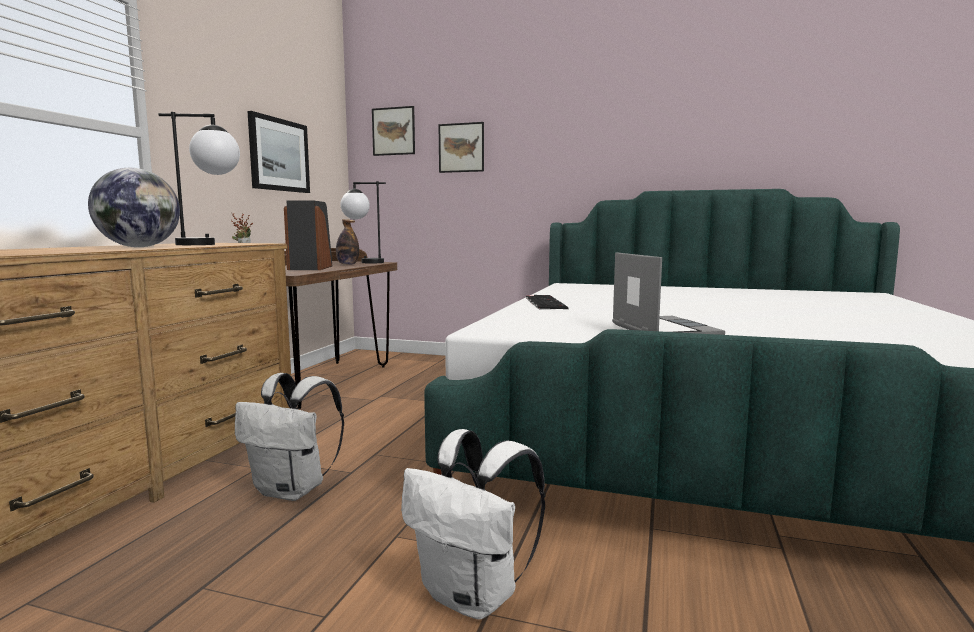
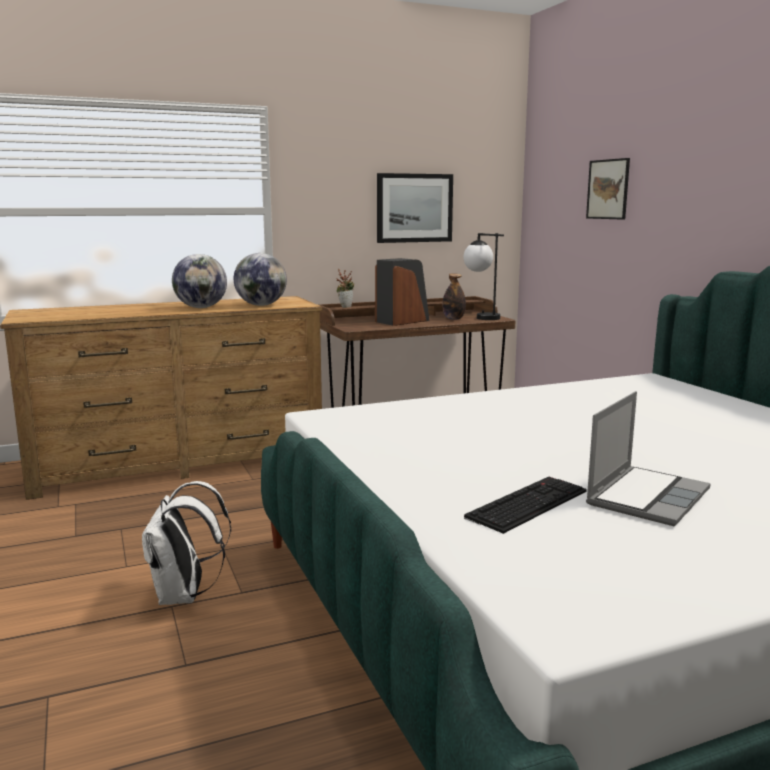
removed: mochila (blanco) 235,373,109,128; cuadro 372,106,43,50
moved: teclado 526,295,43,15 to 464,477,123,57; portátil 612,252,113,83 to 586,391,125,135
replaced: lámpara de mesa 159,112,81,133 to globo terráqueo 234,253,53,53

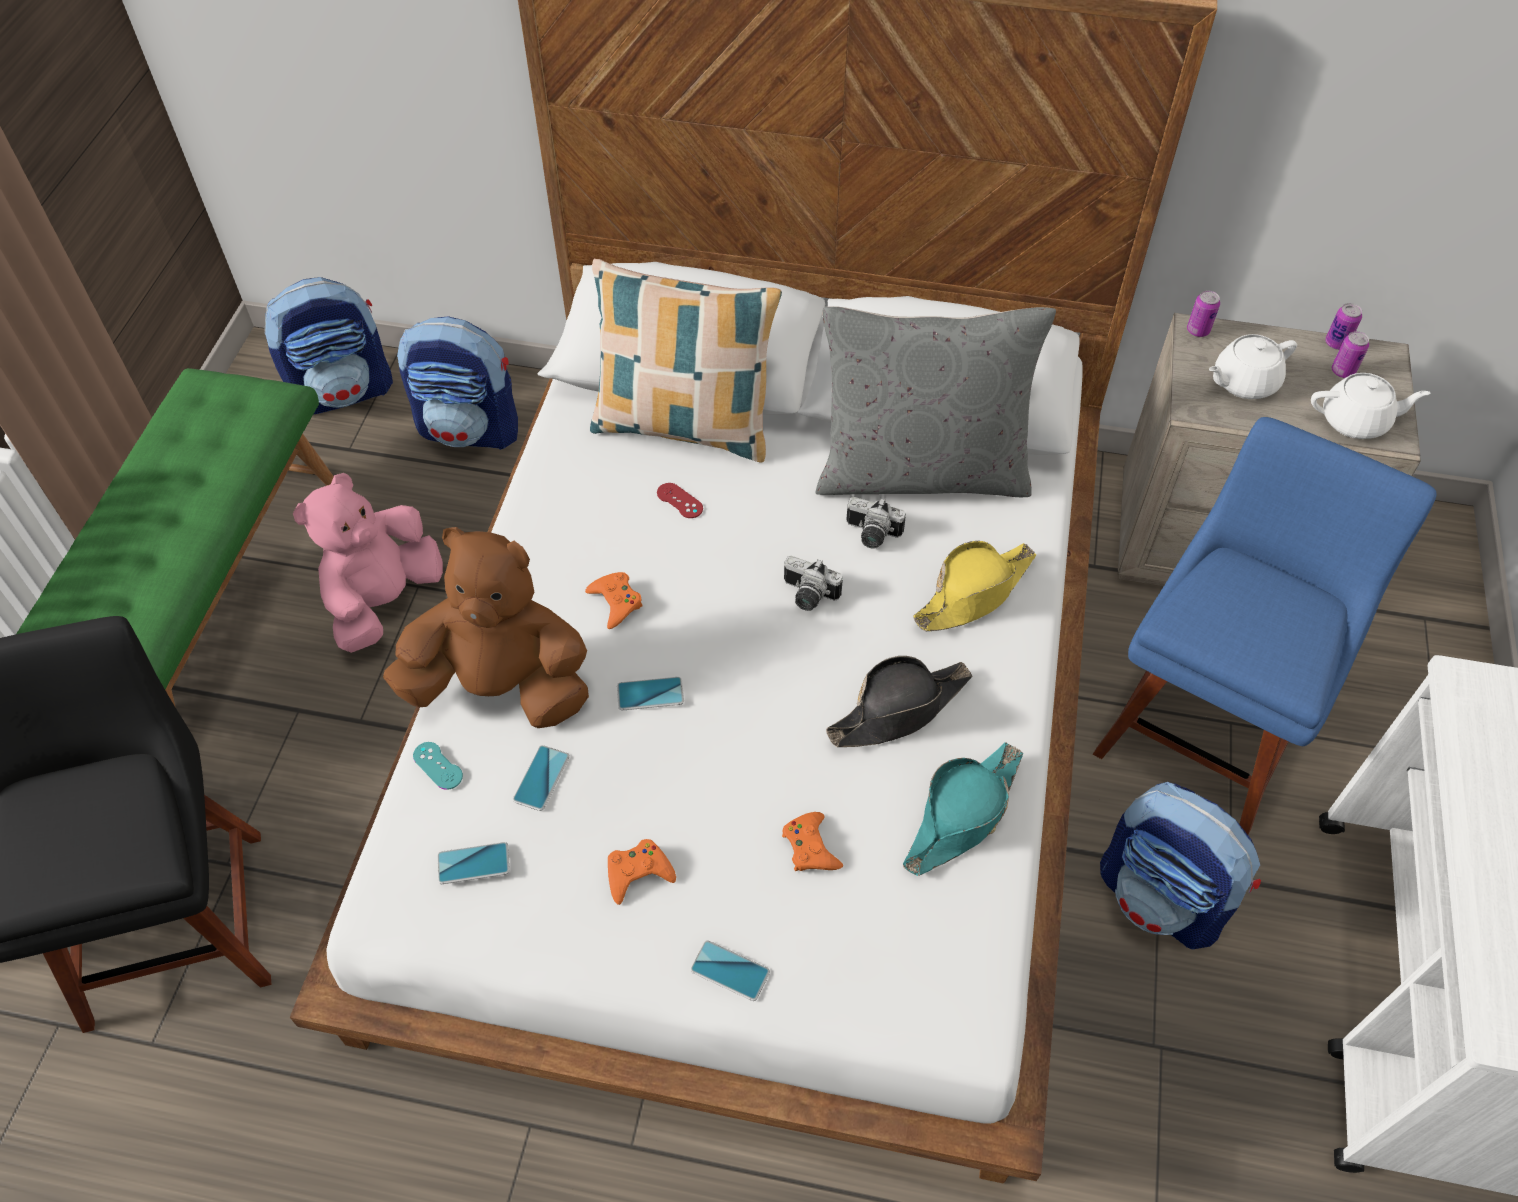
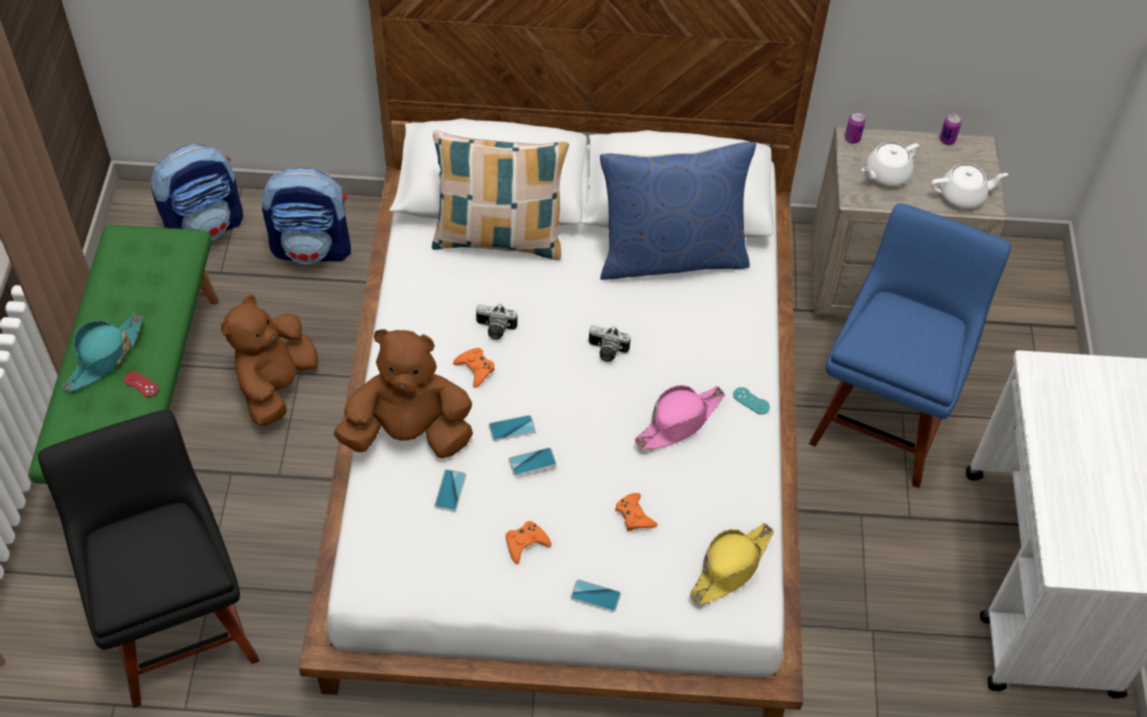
removed: mochila 1100,782,161,167; lata 1332,331,37,47
moved: mando de consola (turquesa) 413,742,50,48 to 733,387,37,27; móvil 437,842,73,42 to 508,448,49,28; mando de consola (rojo) 657,483,46,35 to 124,371,35,26; cámara 846,497,60,52 to 476,304,42,36; sombrero (turquesa) 903,742,120,134 to 62,312,81,80; sombrero (amarillo) 913,541,123,90 to 690,523,84,82
recoloured: peluche (rosa) 293,473,150,180 to peluche (marrón) 221,295,97,131; cojín (gris) 815,306,241,191 to cojín (azul) 600,142,156,138; sombrero (negro) 826,656,146,91 to sombrero (rosa) 635,385,90,65

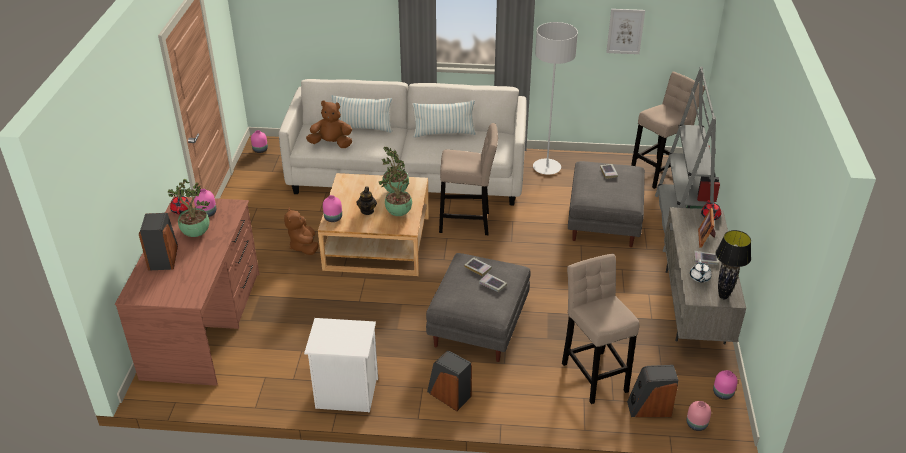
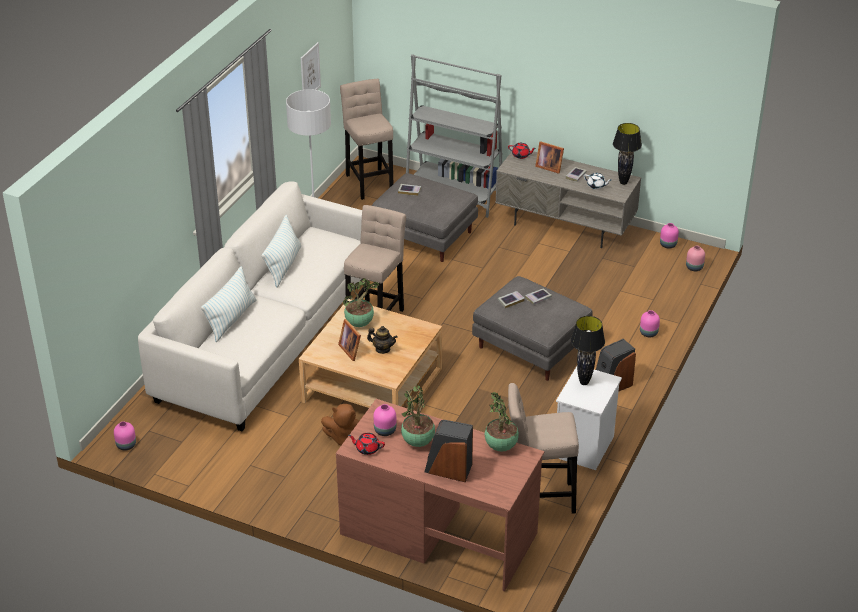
removed: peluche (marrón) 306,101,46,47; altavoz 627,365,51,52
added: portarretratos 338,319,23,42; lámpara de mesa (negro) 570,316,35,69
moved: florero (rosa) 323,195,19,27 to 640,310,20,27; planta en maceta 379,164,33,52 to 485,392,34,60; taburete (beis) 562,254,77,150 to 508,383,71,131

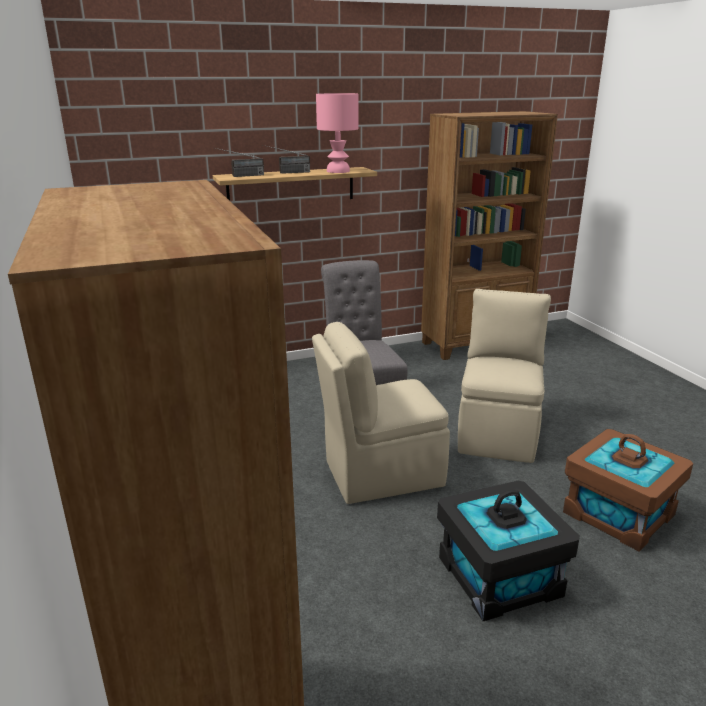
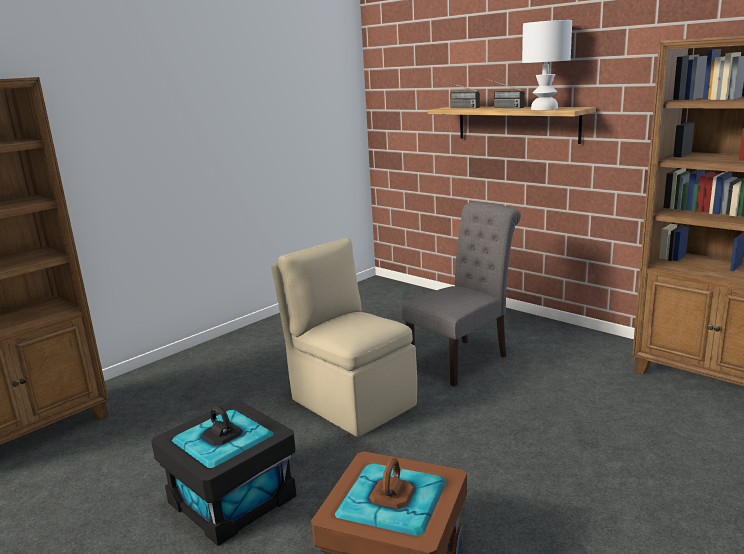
removed: silla (beis) 458,289,93,174
recoloured: lámpara de mesa (rosa) 316,93,42,80 to lámpara de mesa (blanco) 522,20,50,90

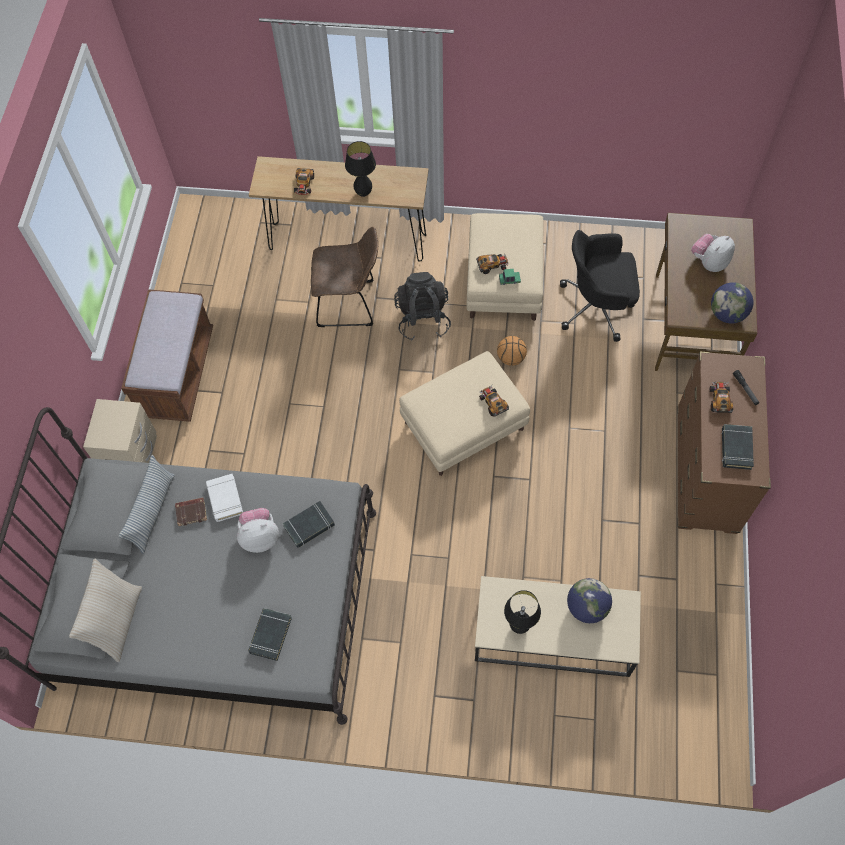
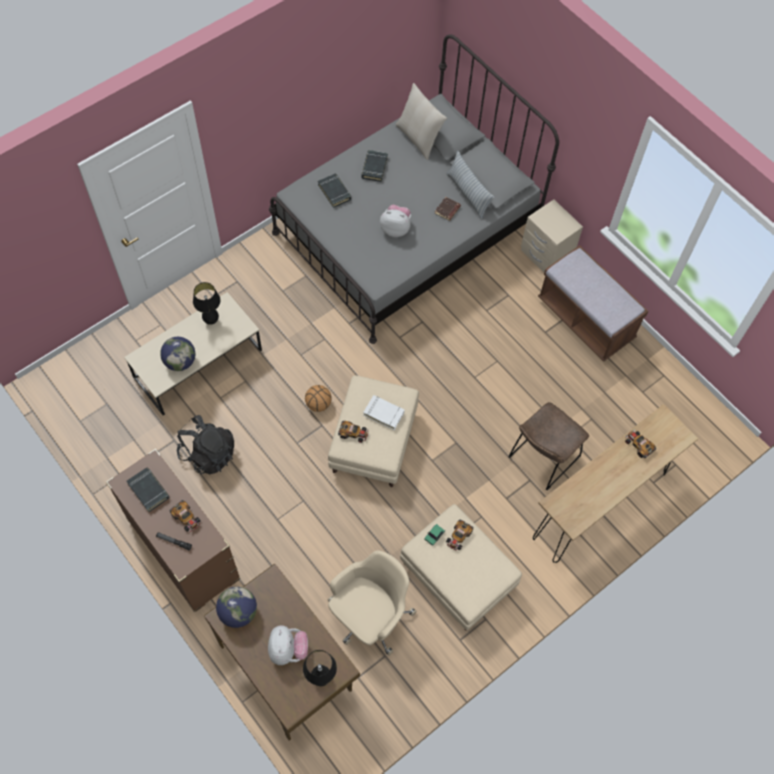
moved: libro (blanco) 206,474,37,48 to 363,395,41,35; libro (negro) 283,501,52,47 to 361,150,27,32; lámpara de mesa (negro) 345,141,31,56 to 303,650,34,36; mochila (negro) 394,272,57,69 to 176,415,58,60; balón de baloncesto 497,336,30,30 to 305,385,27,27
recoloured: silla de oficina (negro) 560,230,80,112 to silla de oficina (beis) 328,550,89,106
turned: peluche 237,508,42,45 = 380,205,31,32 105 degrees counterclockwise

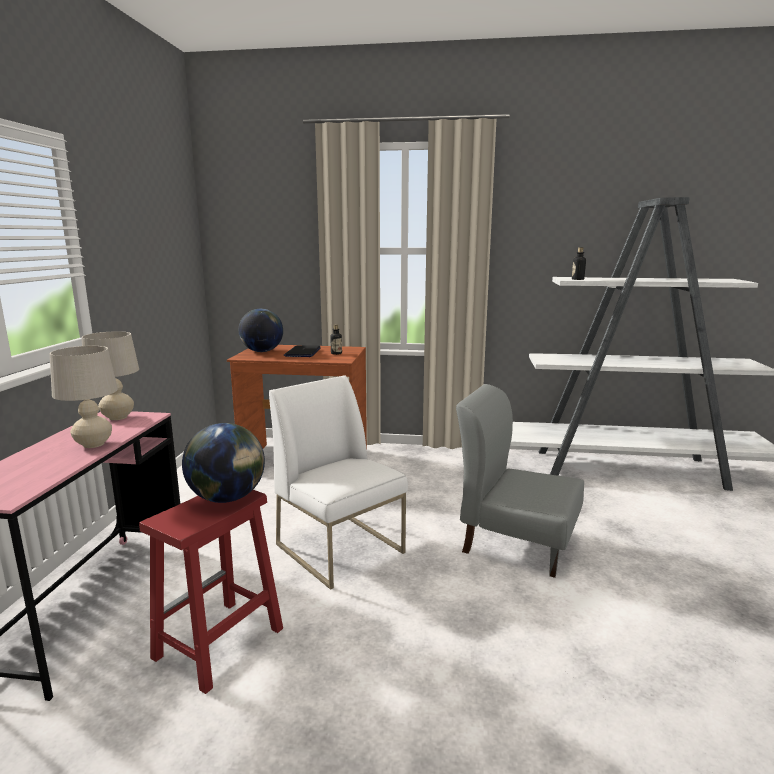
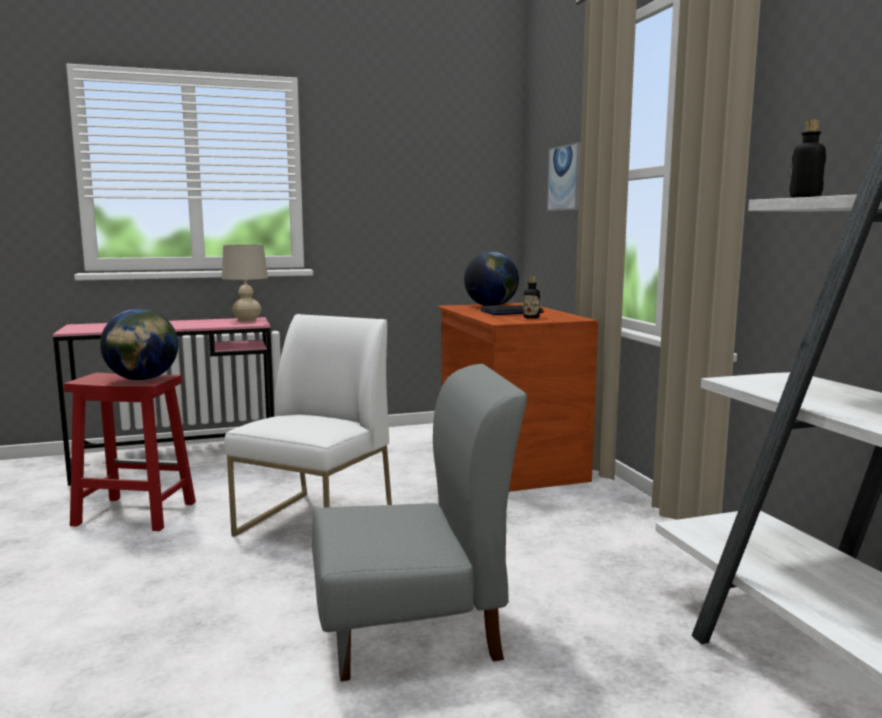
removed: lámpara de mesa (beis) 50,346,68,102
added: cuadro 547,142,34,69
turned: silla (gris) 456,384,128,194 = 312,364,215,318 75 degrees clockwise

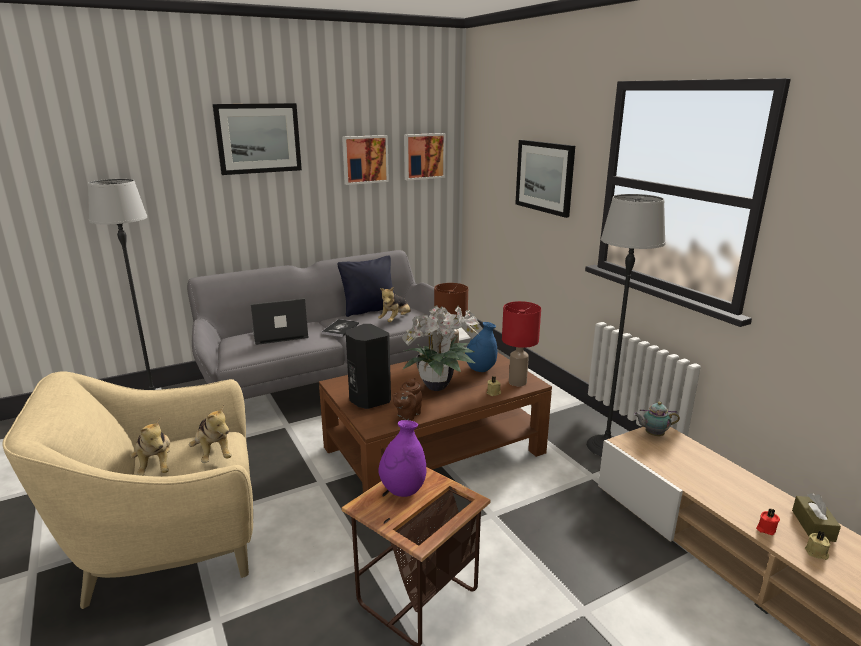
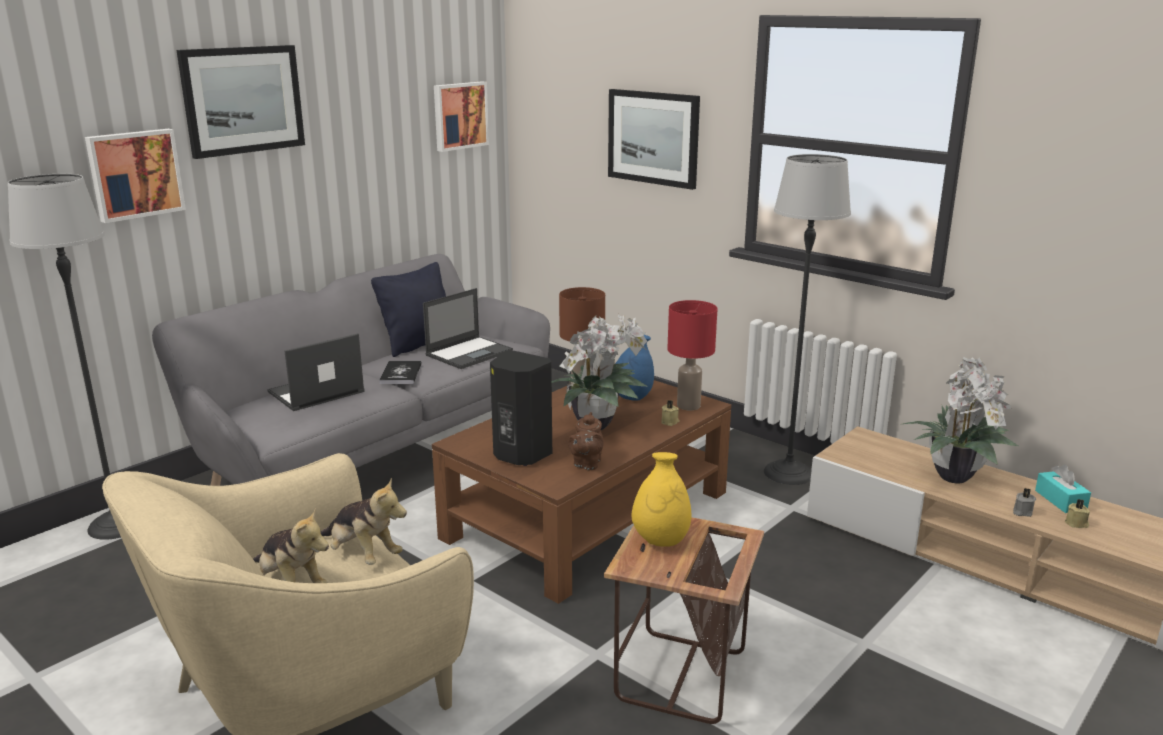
removed: tetera 634,402,46,34
added: planta en maceta 903,357,115,126
moved: cuadro 342,135,47,50 to 85,129,101,94
replaced: peluche 378,287,33,35 to portátil 423,288,90,81
recoloured: florero (morado) 378,420,48,77 to florero (amarillo) 632,452,60,95; vela (rojo) 756,509,24,26 to vela (gris) 1013,488,23,29; caja de pañuelos (marrón) 792,493,49,49 to caja de pañuelos (turquesa) 1035,464,56,49

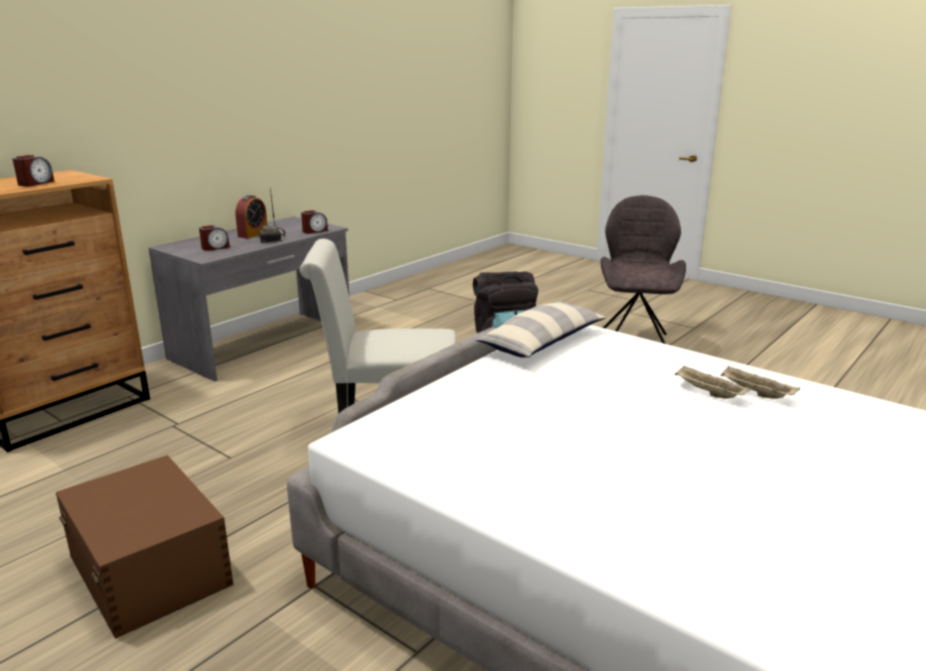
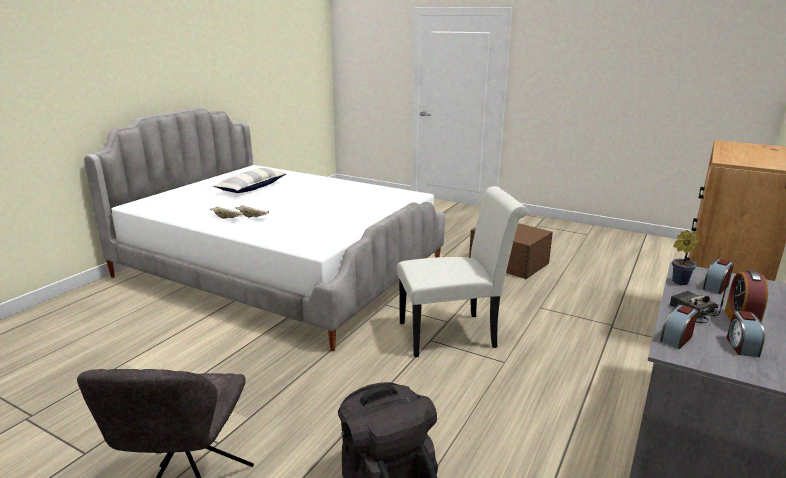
added: planta en maceta 672,230,27,55
moved: despertador 13,155,41,31 to 727,311,38,46; cojín 475,302,131,56 to 213,168,73,25

